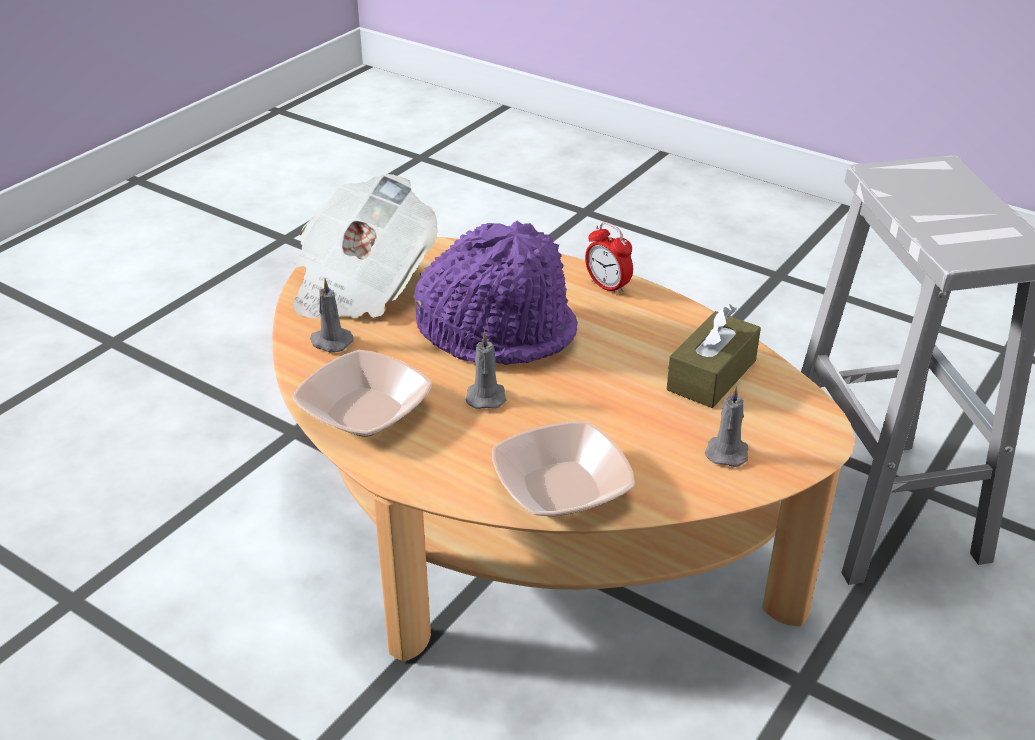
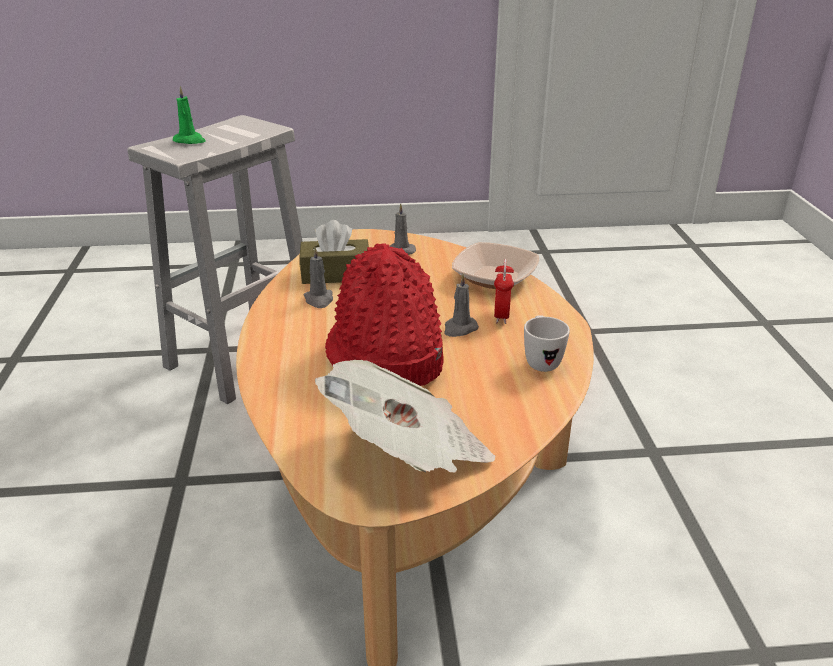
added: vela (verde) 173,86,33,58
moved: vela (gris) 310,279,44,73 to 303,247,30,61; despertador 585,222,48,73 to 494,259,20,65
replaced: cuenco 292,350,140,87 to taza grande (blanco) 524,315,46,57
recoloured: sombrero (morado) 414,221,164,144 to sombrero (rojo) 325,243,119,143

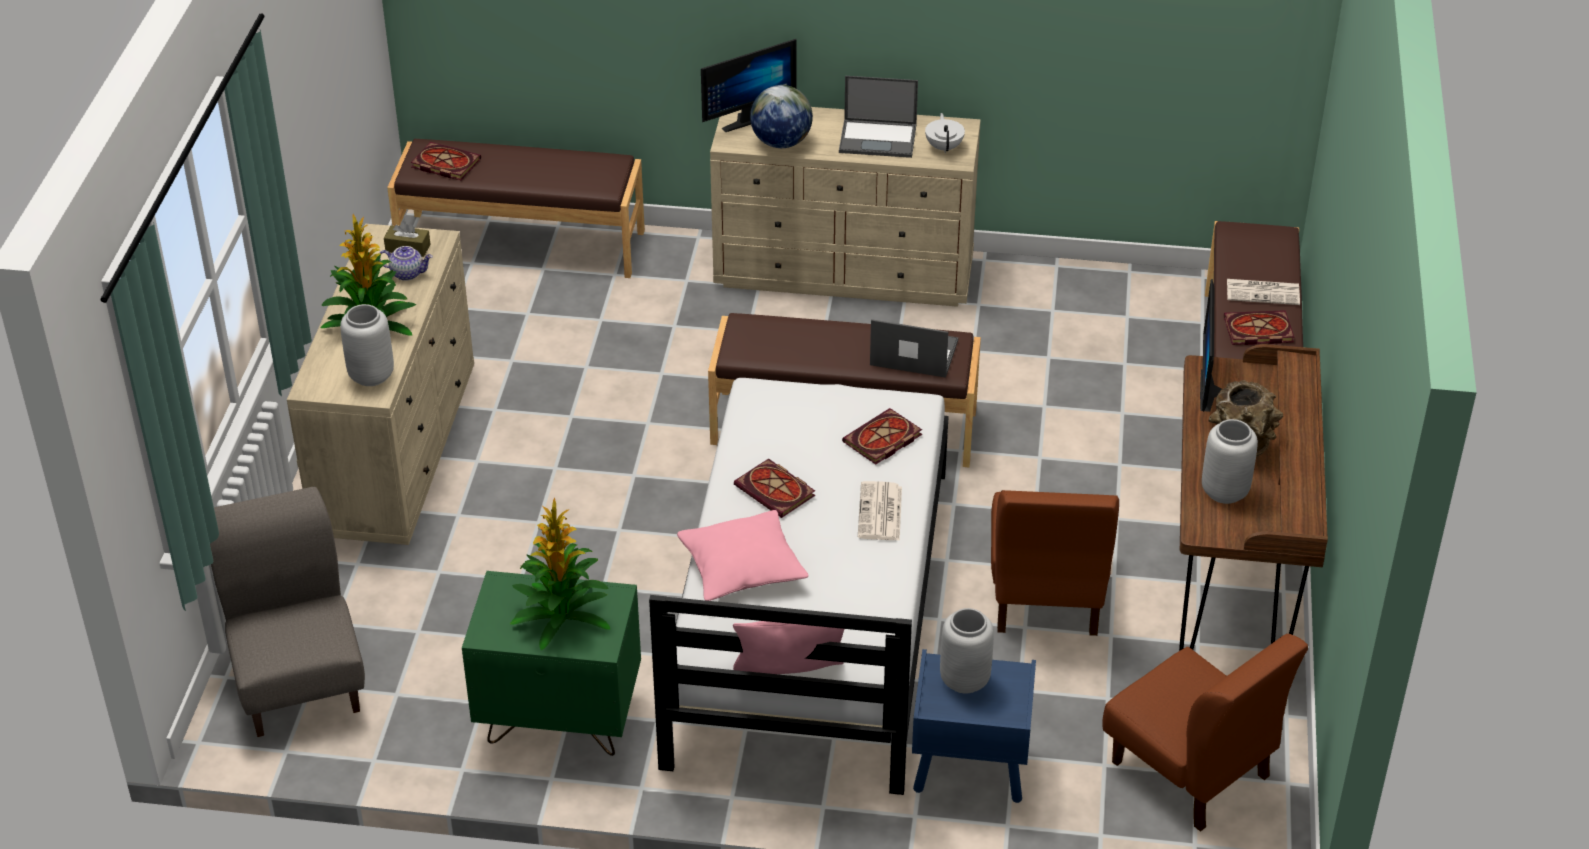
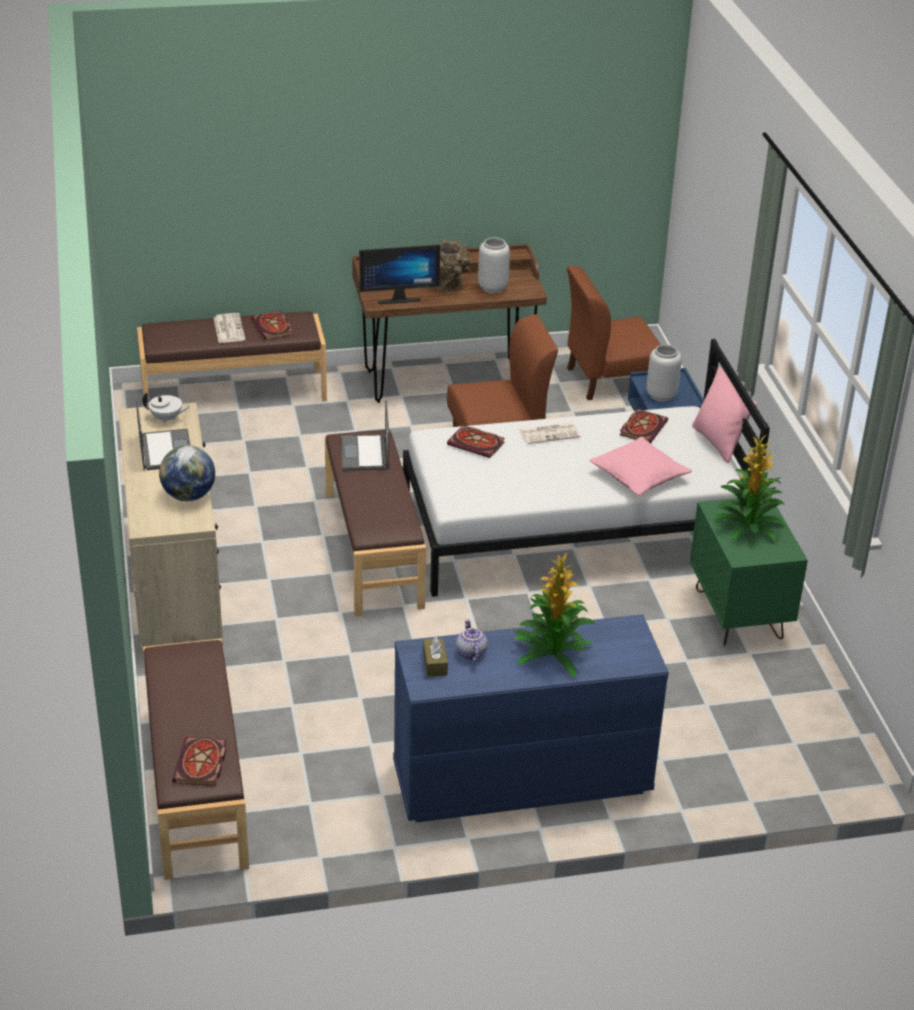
removed: silla (gris) 210,486,155,251; florero (gris) 340,304,54,82; monitor 701,39,96,93
moved: libro 734,458,81,60 to 619,409,49,34
recoloured: cómoda (beis) 287,224,187,321 to cómoda (azul) 393,614,276,209
turned: tetera (blanco) 925,113,40,40 = 142,392,49,31 150 degrees counterclockwise; silla (marrón) 1102,634,206,198 = 567,266,94,134 135 degrees counterclockwise

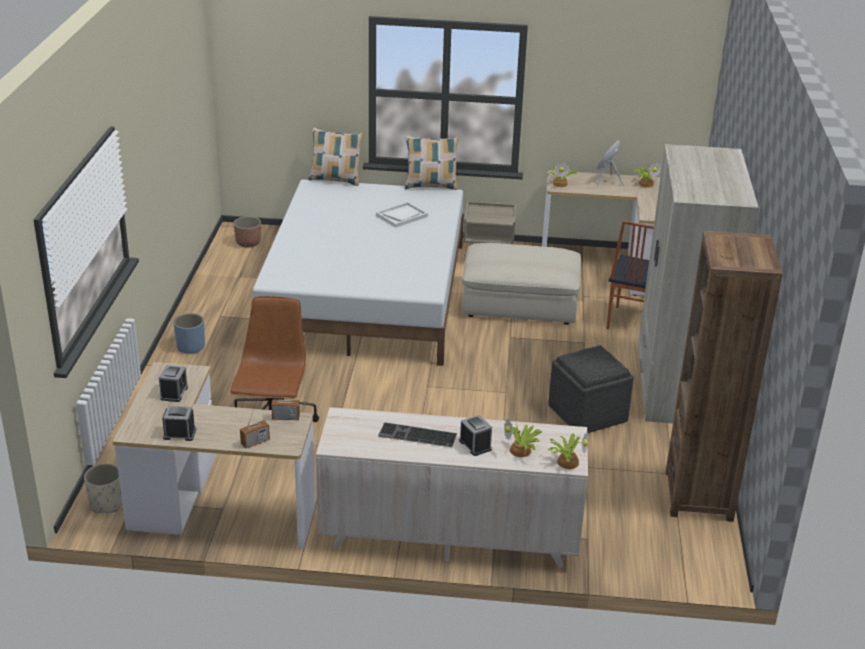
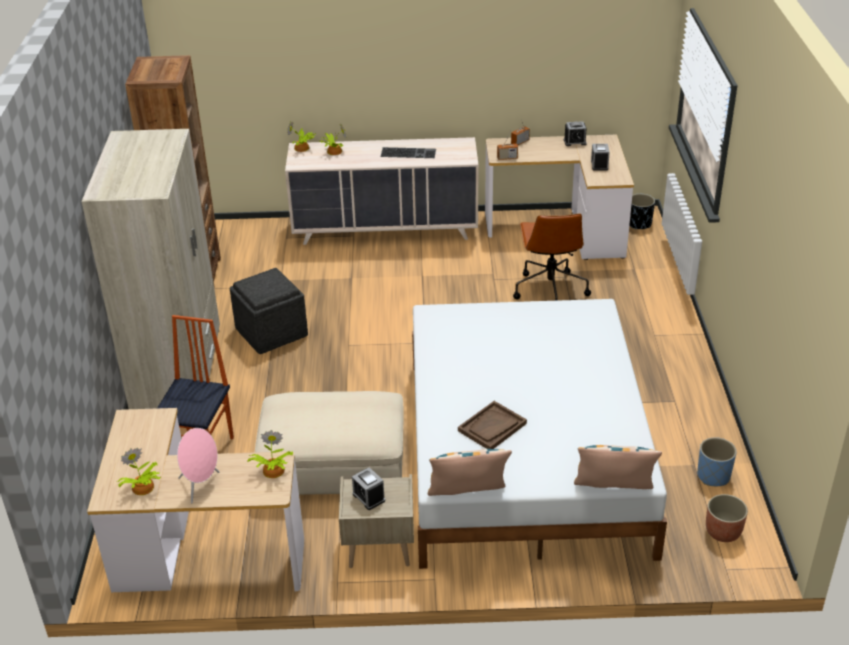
moved: maceta (azul) 173,313,32,40 to 697,437,40,49; despertador 459,415,33,41 to 352,467,33,43
recoloured: maceta (beis) 84,464,38,49 to maceta (negro) 629,194,26,35; bandeja (blanco) 376,202,52,26 to bandeja (marrón) 458,401,69,48

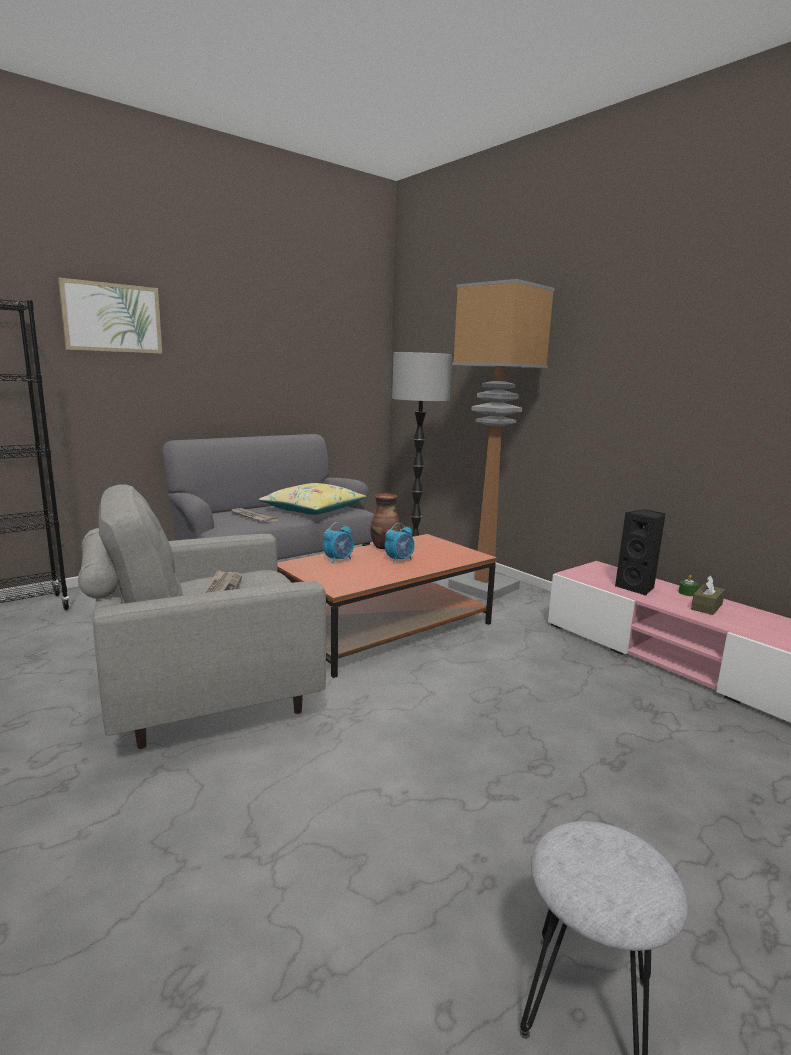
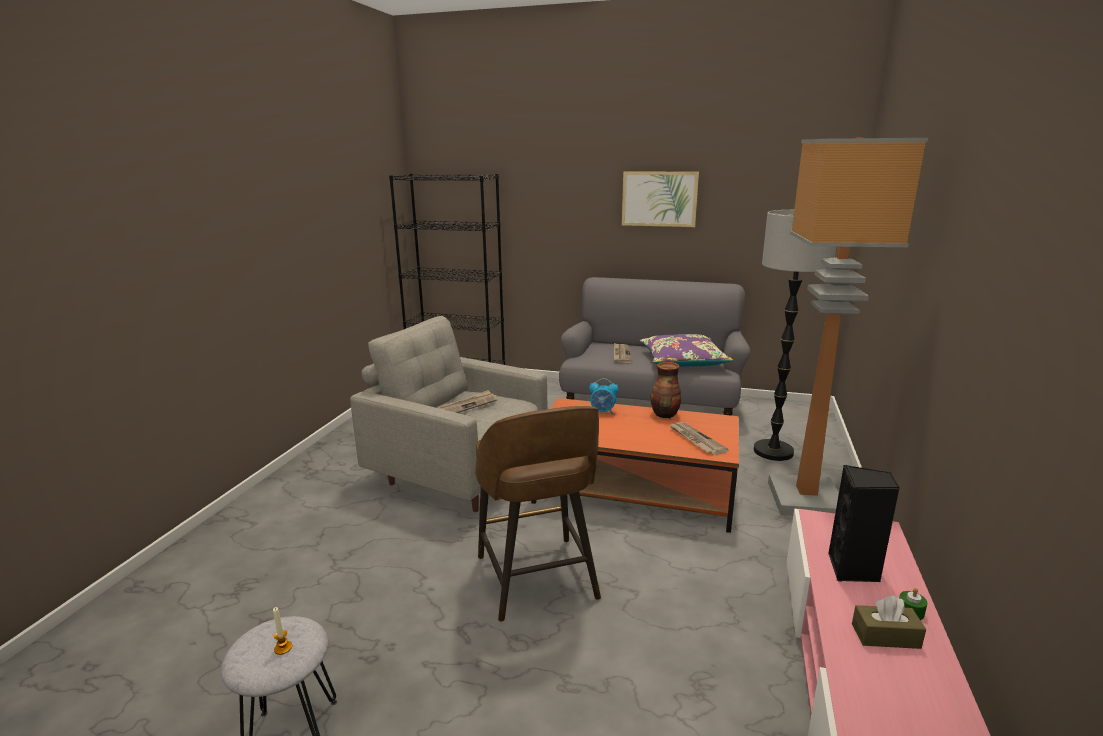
removed: despertador 385,523,30,41
added: vela 273,607,19,48; taburete (marrón) 476,406,125,216; periódico 669,422,60,33
moved: cuadro 58,278,104,76 to 622,172,77,55
recoloured: cojín (amarillo) 258,483,109,32 to cojín (morado) 640,334,93,33

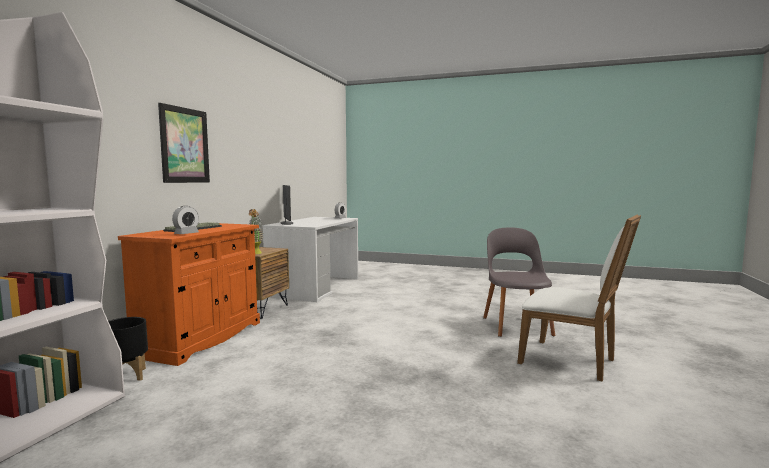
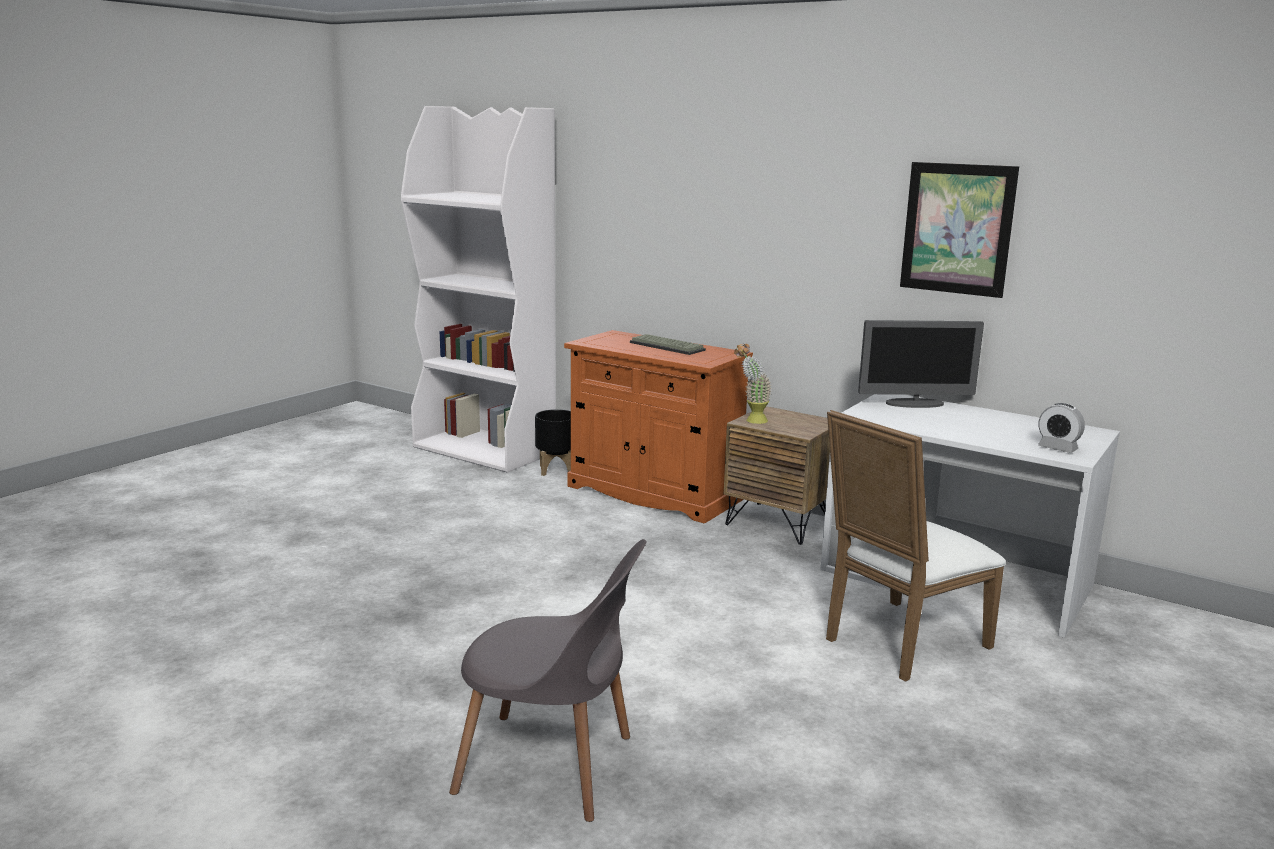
removed: despertador 172,206,27,28
moved: cuadro 158,103,52,80 to 900,162,119,136; silla (blanco) 517,214,124,167 to 826,410,180,272

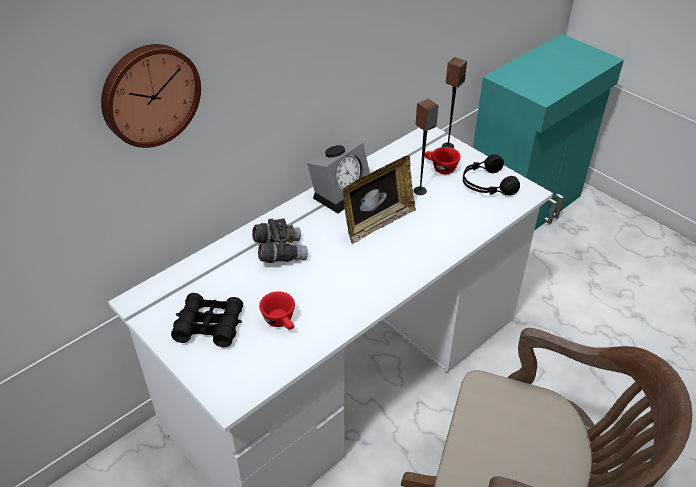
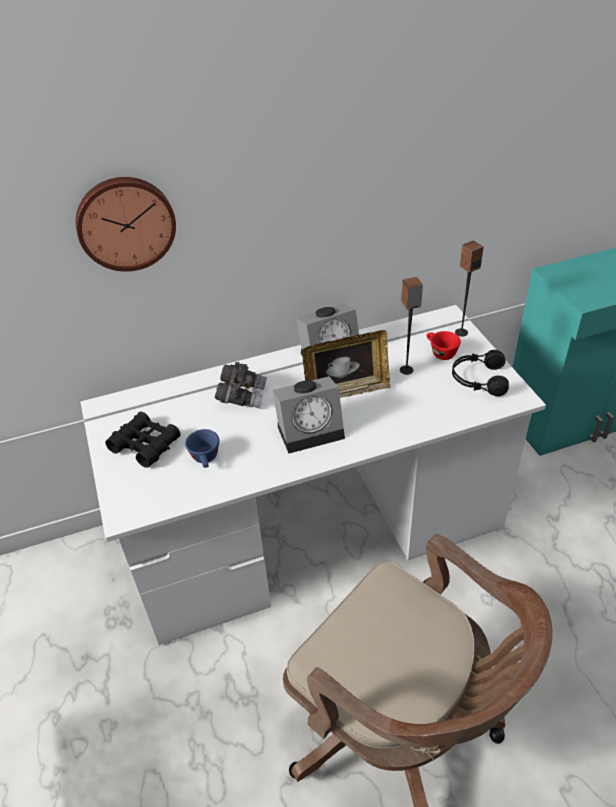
added: despertador 273,376,72,78
recoloured: taza (rojo) 259,291,36,39 to taza (azul) 185,429,34,39

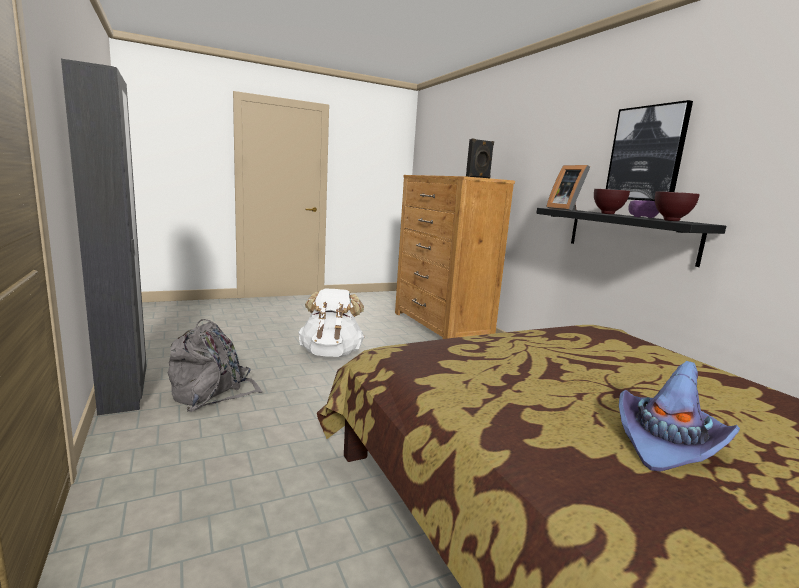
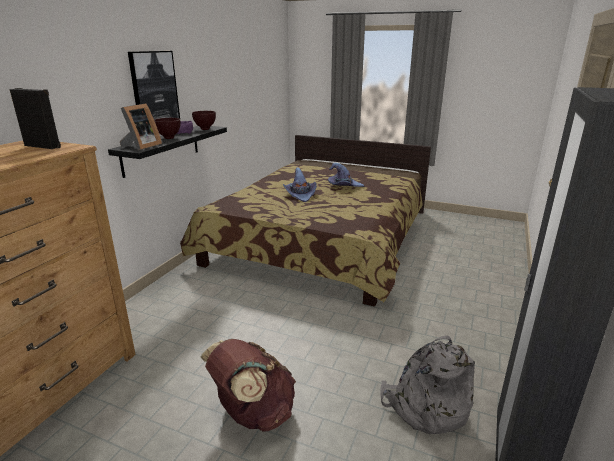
added: sombrero (morado) 283,167,34,35
recoloured: mochila (blanco) 298,288,66,69 to mochila (marrón) 201,339,95,92

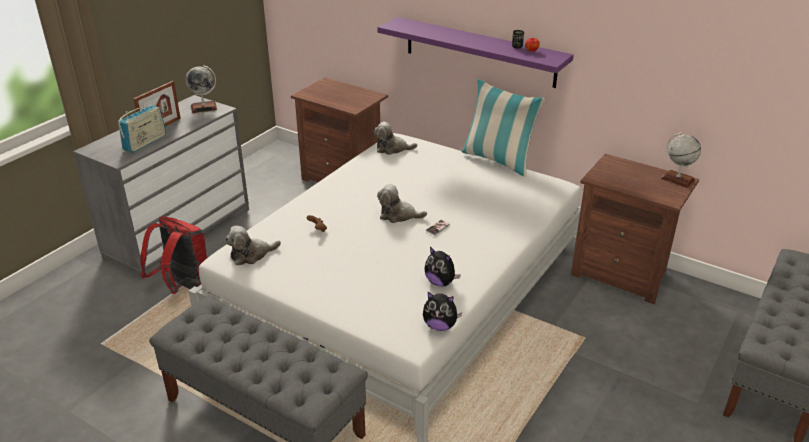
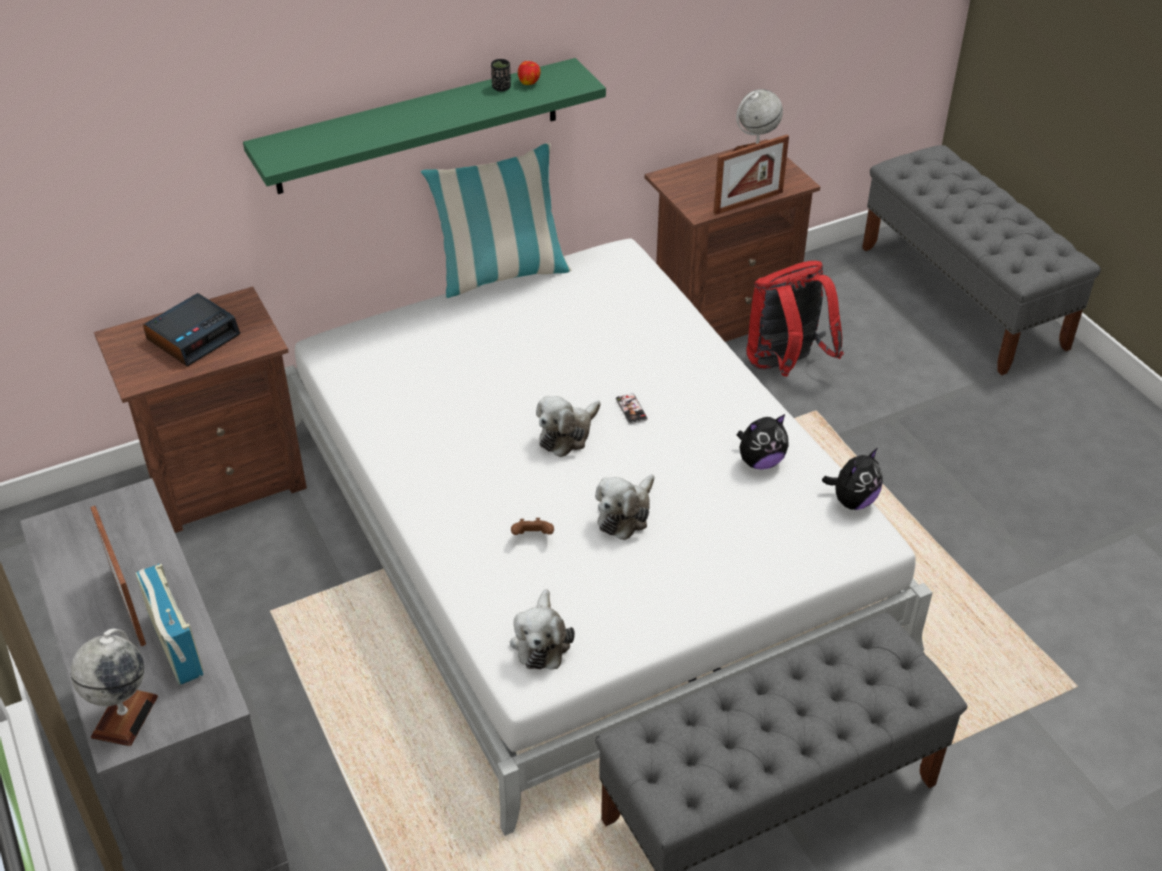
added: despertador 143,293,97,73; portarretratos 714,135,75,80
moved: mochila (rojo) 140,217,67,77 to 747,261,97,116; globo terráqueo 185,65,32,48 to 70,628,88,118; peluche 374,122,43,33 to 595,474,59,66
recoloured: estante (morado) 377,17,197,71 to estante (verde) 243,58,363,136

